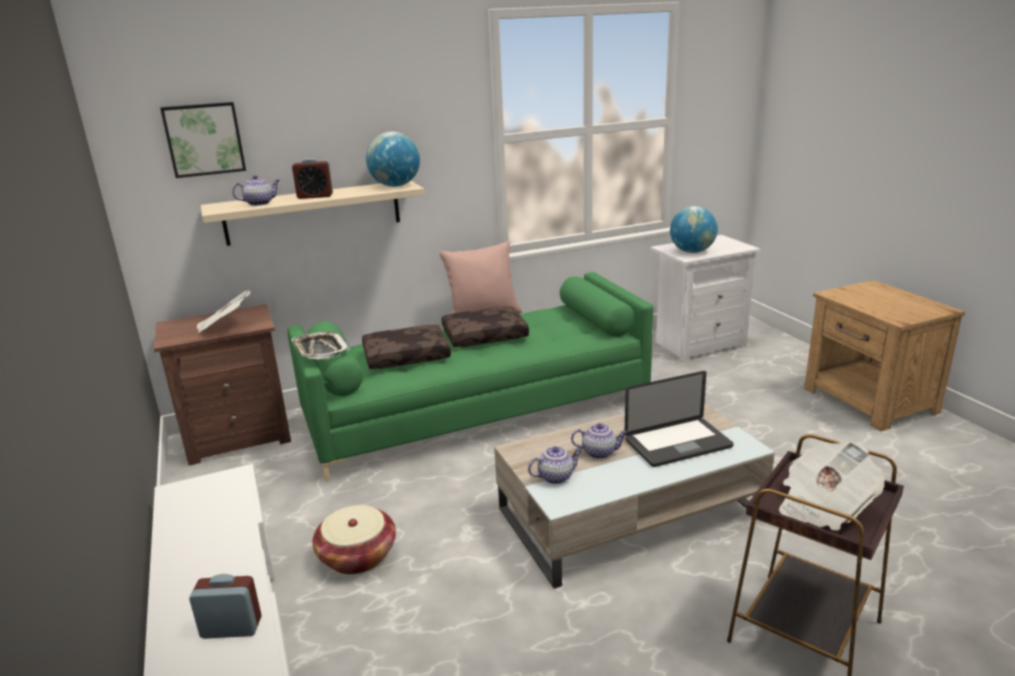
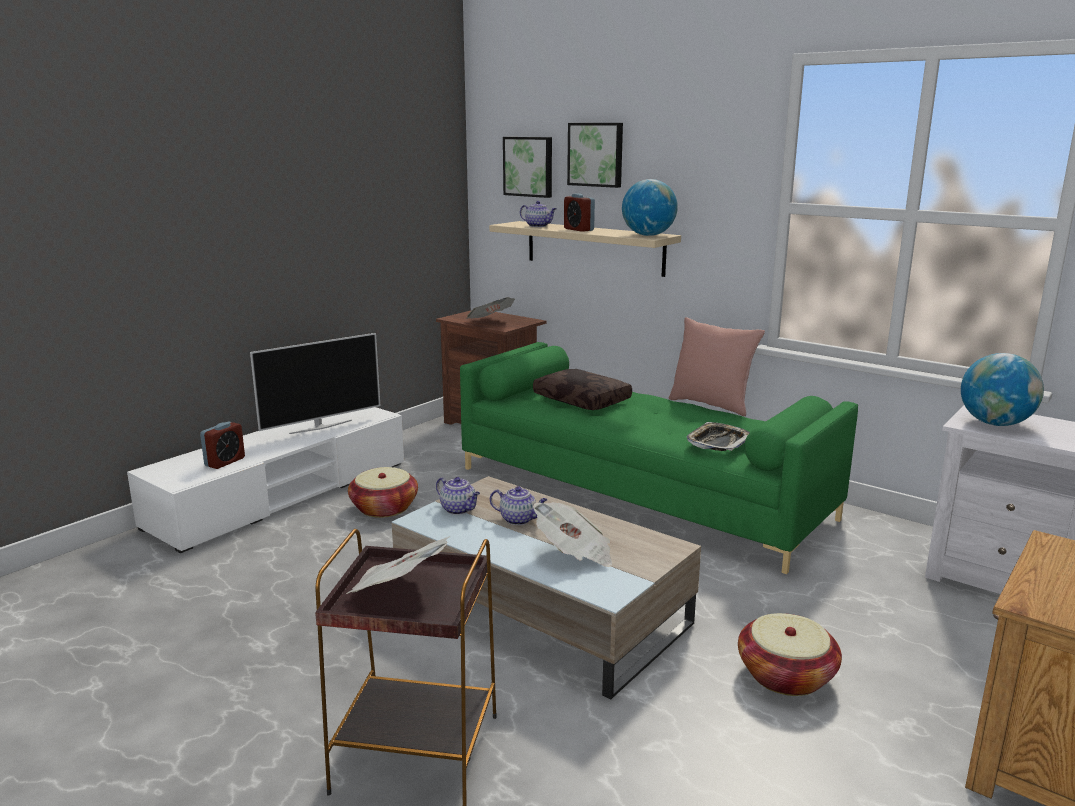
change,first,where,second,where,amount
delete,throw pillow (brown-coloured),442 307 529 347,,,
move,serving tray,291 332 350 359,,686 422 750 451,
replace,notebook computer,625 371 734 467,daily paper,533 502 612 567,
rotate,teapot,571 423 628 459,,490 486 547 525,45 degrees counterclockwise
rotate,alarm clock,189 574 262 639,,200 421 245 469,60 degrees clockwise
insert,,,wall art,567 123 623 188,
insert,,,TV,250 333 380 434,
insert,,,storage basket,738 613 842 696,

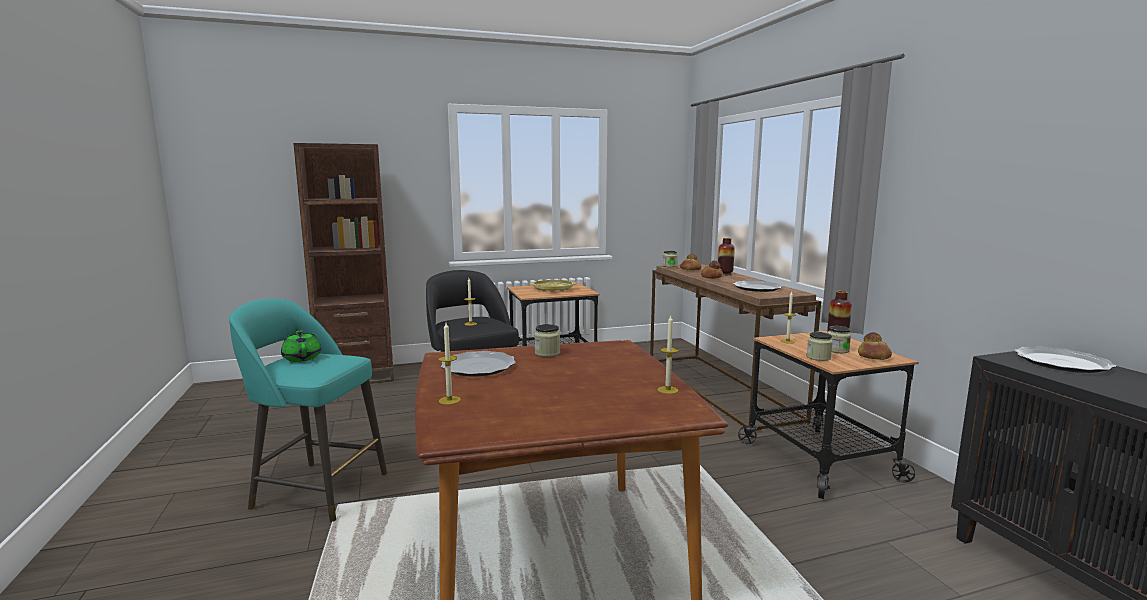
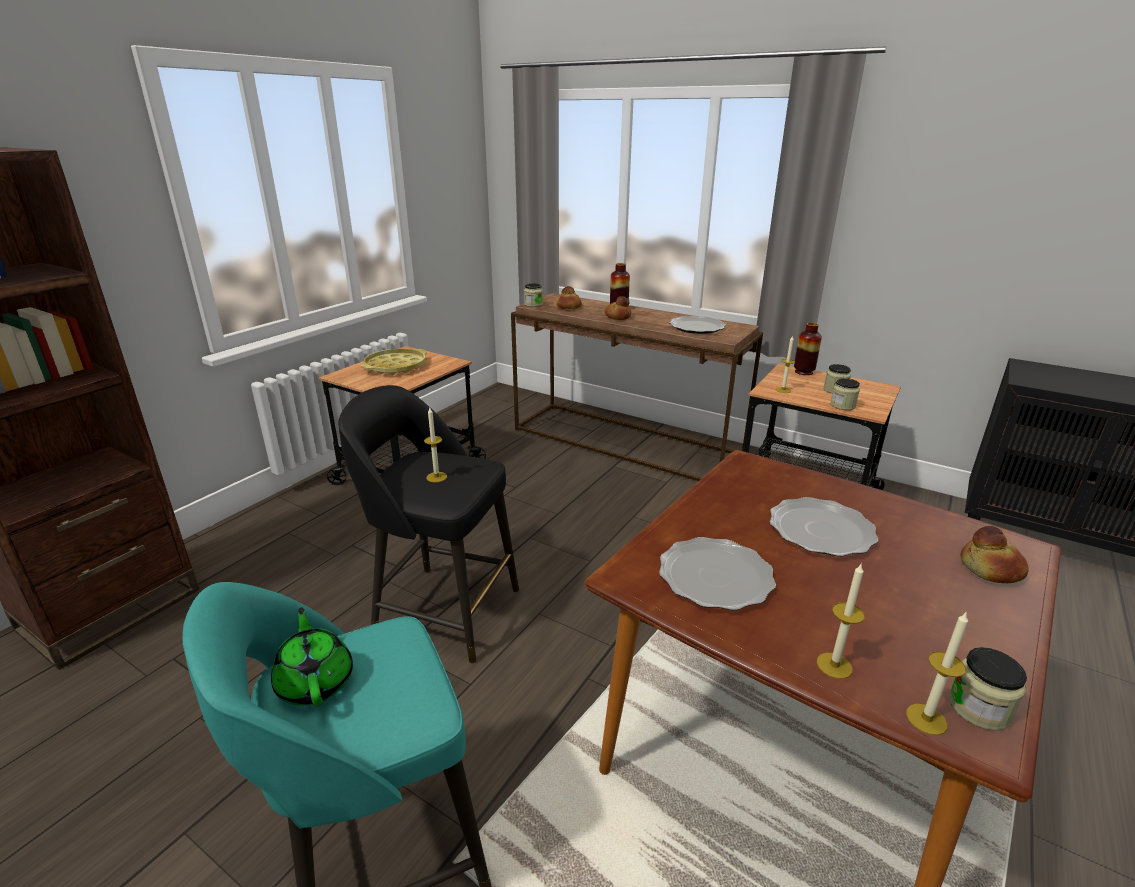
change,first,where,second,where,amount
move,candle,658 315 678 394,,906 611 968 735,
move,preserve jar,534 324 560 357,,949 647 1027 731,
rotate,teapot (greenish),281 330 321 362,,271 607 353 706,45 degrees clockwise
move,bread,858 332 892 360,,960 526 1029 583,
move,dinner plate,1014 346 1116 373,,770 497 878 556,

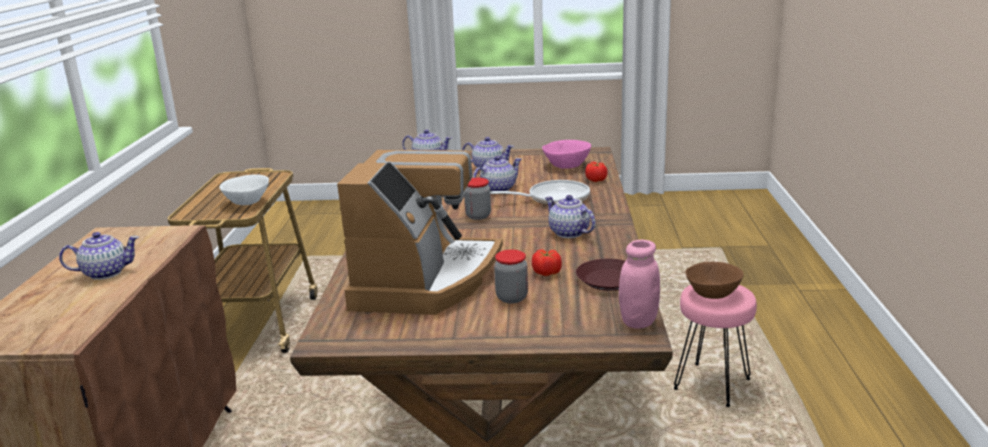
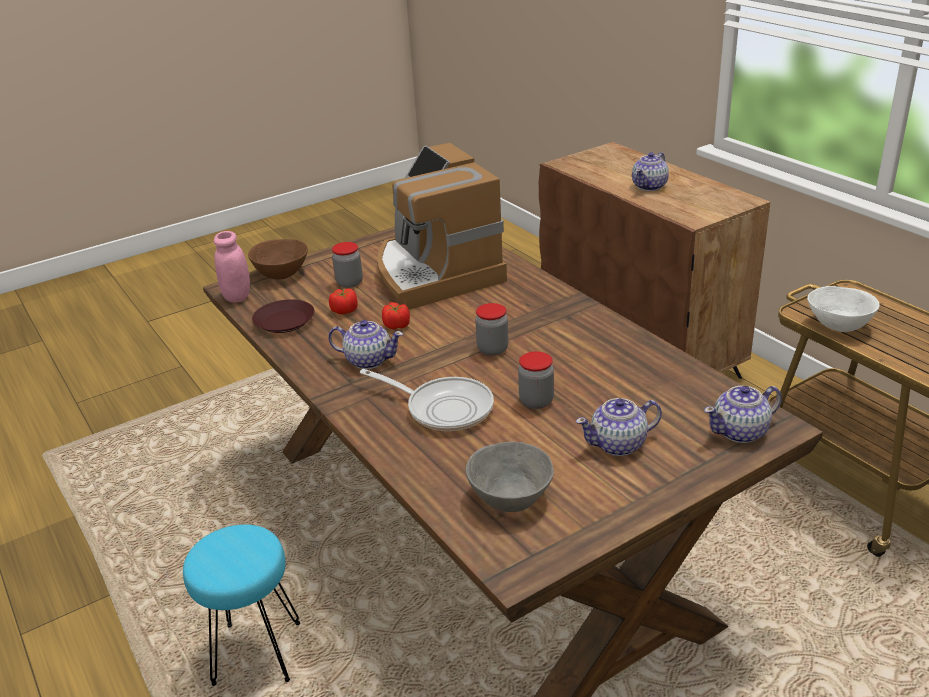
change,first,where,second,where,amount
recolor,serving bowl (pinkish),542 140 591 169,serving bowl (grey),466 442 554 512,
replace,teapot,473 156 521 191,preserve jar,518 352 554 409,
move,whole tomato,585 162 608 182,,382 302 410 329,
rotate,pan,490 180 590 205,,360 369 494 431,105 degrees counterclockwise
move,serving bowl (brown-coloured),686 262 744 299,,248 239 308 280,
recolor,sitting stool (pinkish),674 285 757 407,sitting stool (turquoise),183 524 300 686,

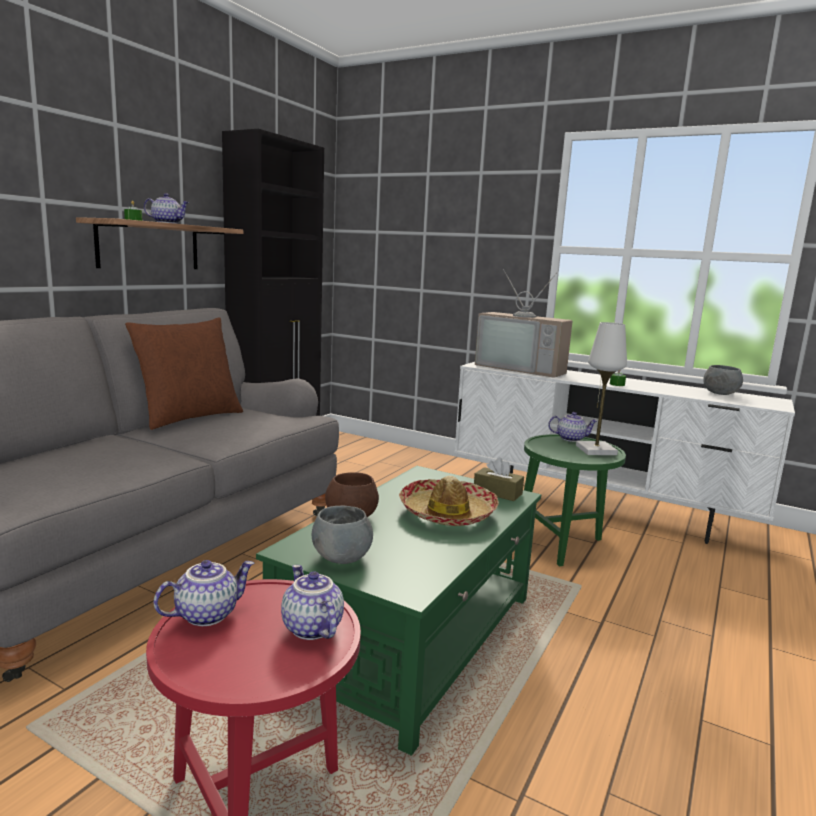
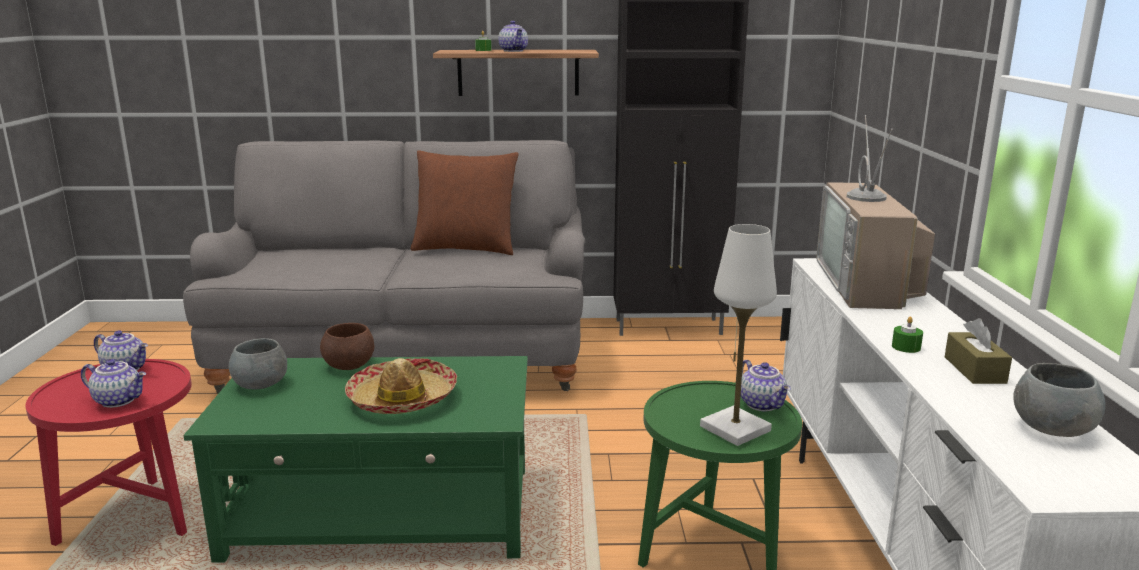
change,first,where,second,where,amount
move,tissue box (brown-coloured),474 457 524 501,,945 318 1012 384,
rotate,teapot,281 565 344 640,,81 359 146 408,75 degrees clockwise

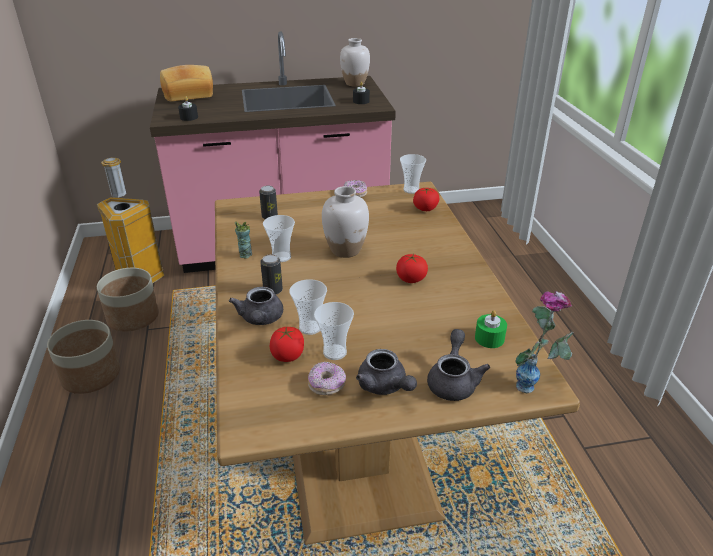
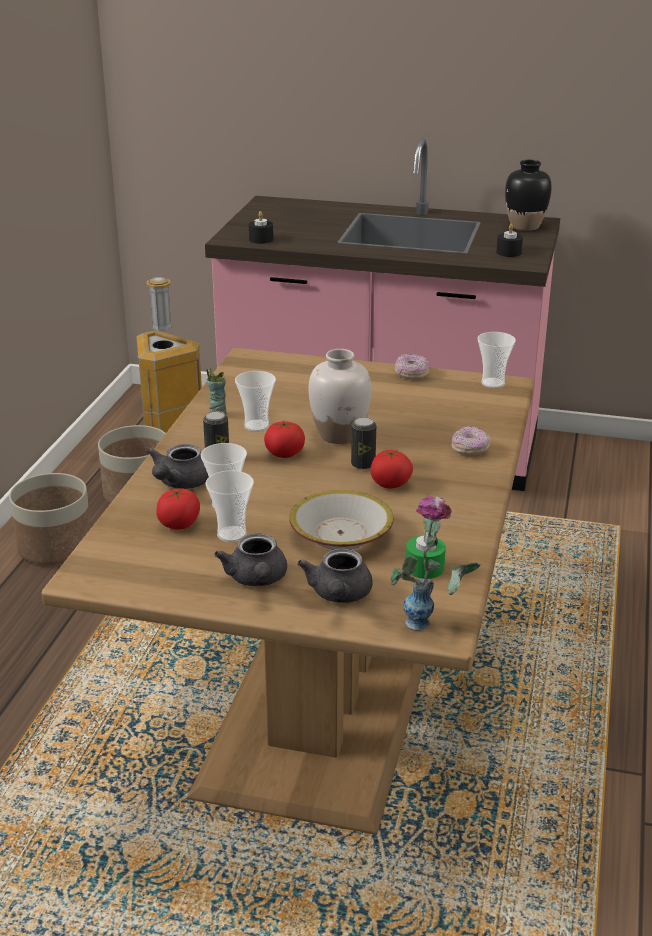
change,first,where,second,where,amount
recolor,decorative vase (whitish),340 38 370 86,decorative vase (blackish),505 160 552 231,
delete,bread,160 65 213 101,,,
move,can,259 186 278 219,,351 417 376 469,
move,whole tomato,413 187 439 211,,264 421 305 458,
rotate,teapot (grey),427 329 490 401,,298 549 373 603,150 degrees clockwise
move,donut,308 362 346 396,,451 426 490 455,
insert,,,serving bowl,289 490 394 550,

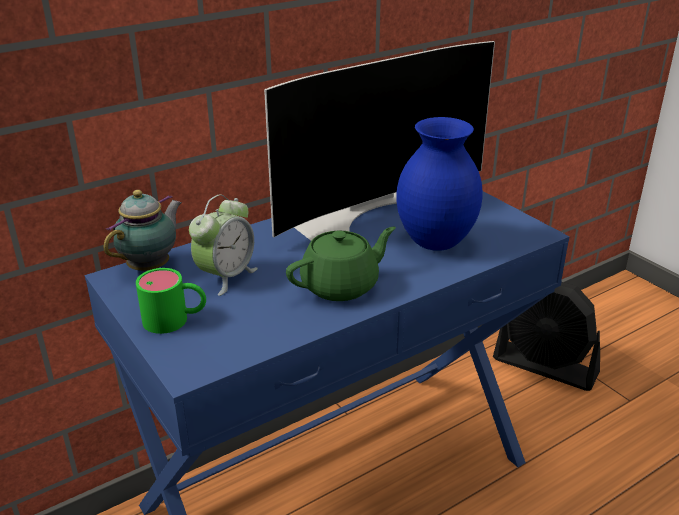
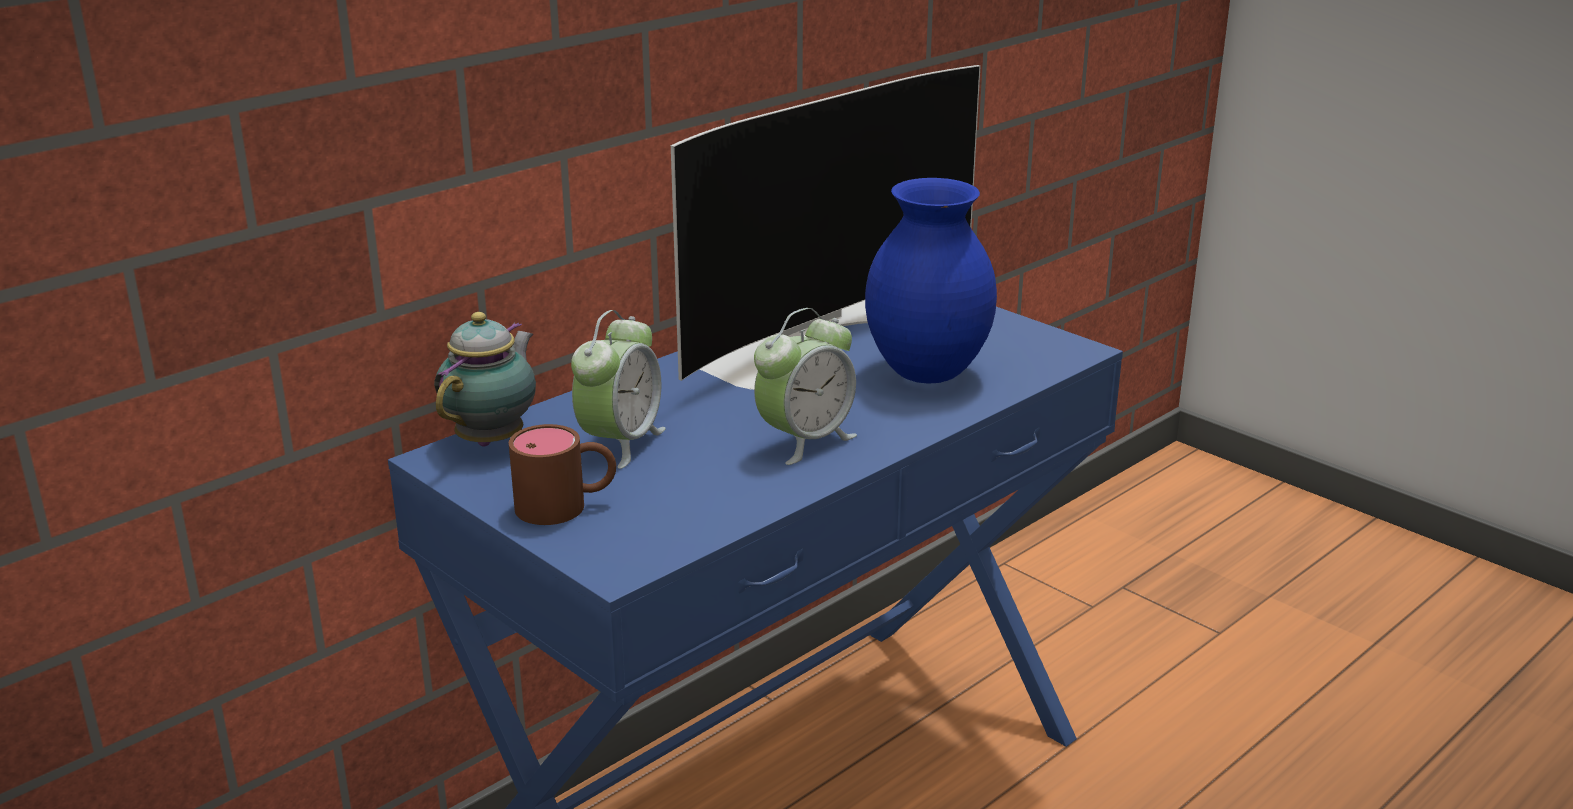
change,first,where,second,where,amount
replace,teapot (greenish),286 227 396 301,alarm clock,754 308 857 465,
recolor,mug (greenish),136 268 206 334,mug (brown-coloured),509 424 616 525,
delete,fan (blackish),493 282 600 391,,,

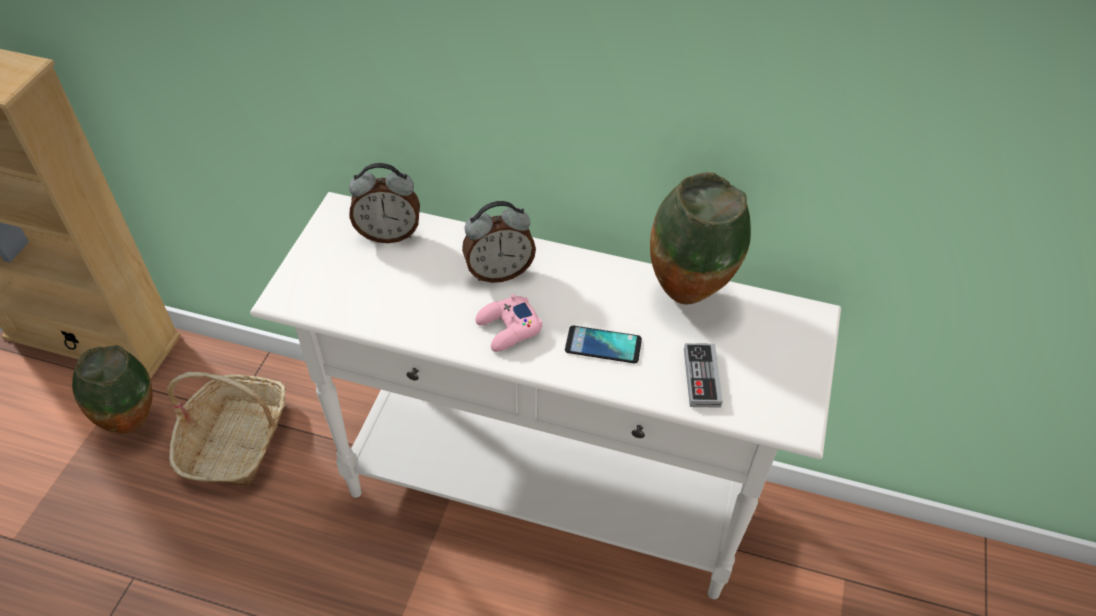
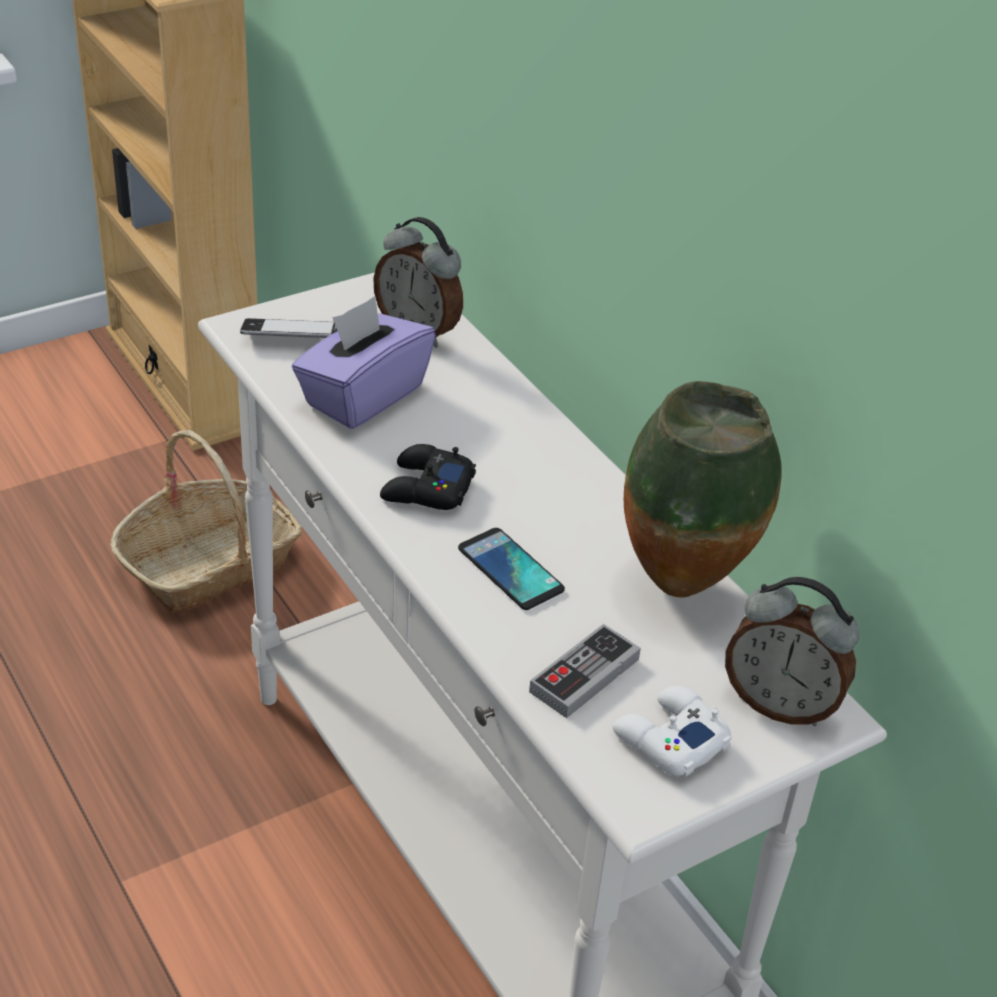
change,first,where,second,where,amount
move,alarm clock,462 201 536 283,,725 577 859 726,
recolor,gamepad (pinkish),476 294 543 352,gamepad (blackish),380 444 476 510,
delete,decorative vase,72 345 152 434,,,
insert,,,tissue box (purplish),292 296 436 429,
insert,,,phone,240 318 337 338,
insert,,,gamepad (whitish),612 686 732 777,

